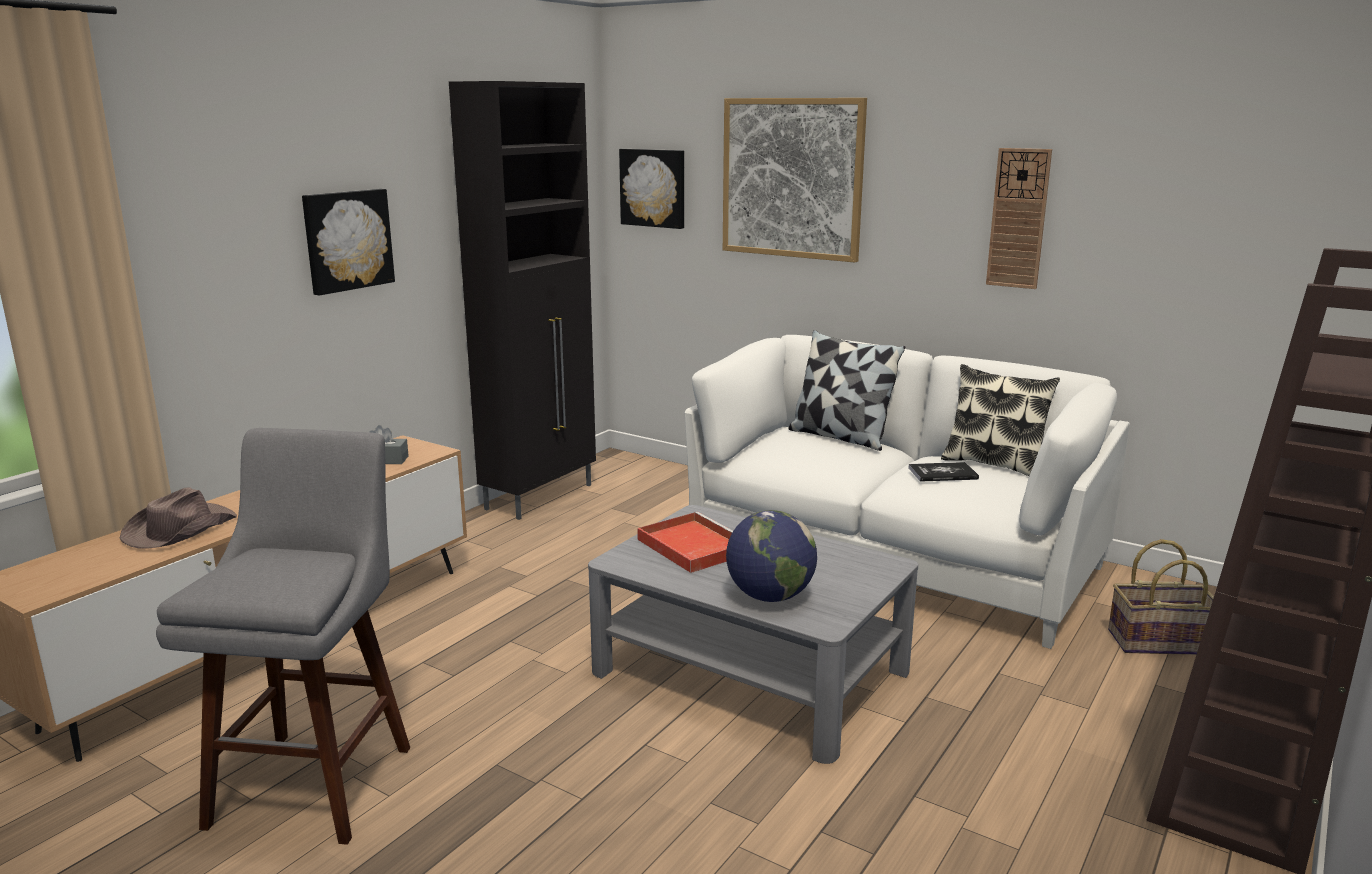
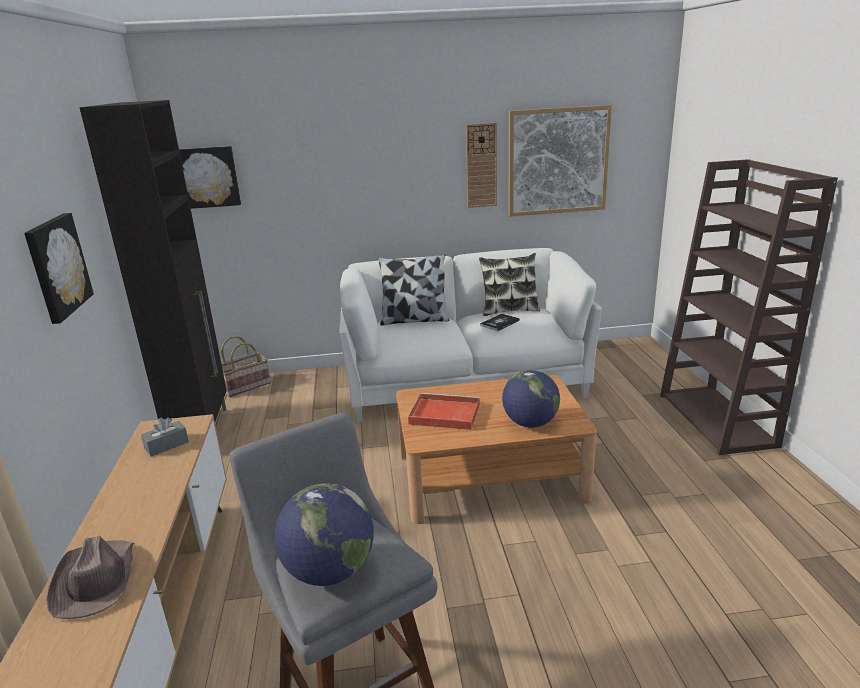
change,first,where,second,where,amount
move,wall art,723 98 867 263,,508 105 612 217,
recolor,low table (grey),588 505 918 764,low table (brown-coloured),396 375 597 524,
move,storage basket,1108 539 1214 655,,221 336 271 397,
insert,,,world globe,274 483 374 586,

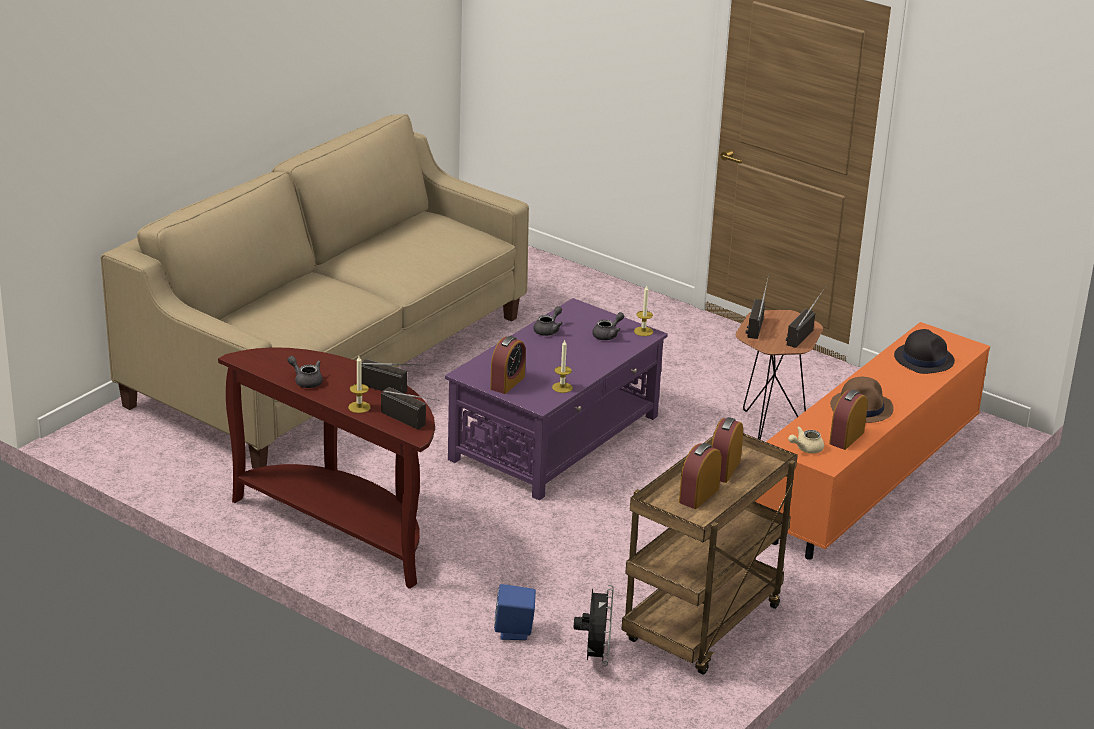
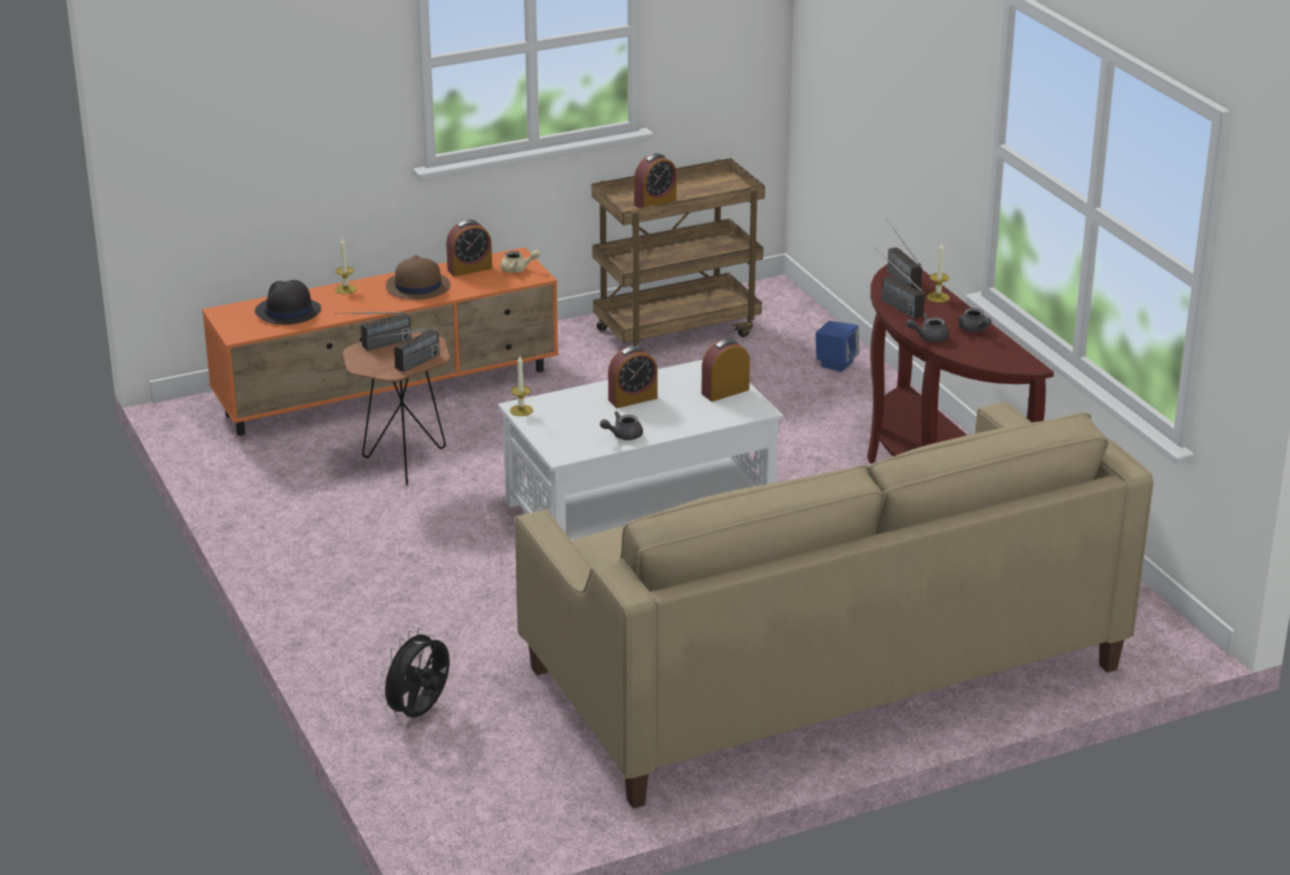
change,first,where,second,where,amount
recolor,low table (purplish),445 298 668 501,low table (whitish),498 360 783 541,
move,teapot (grey),592 312 624 340,,906 313 949 342,
move,candle,552 339 573 393,,335 237 357 294,
move,alarm clock,679 443 722 509,,608 346 658 408,
move,fan (blackish),574 585 614 666,,378 628 450 718,

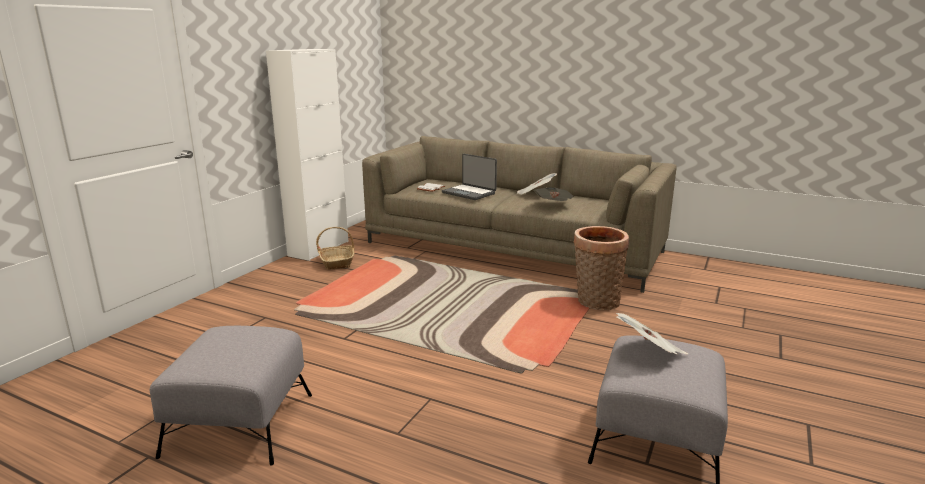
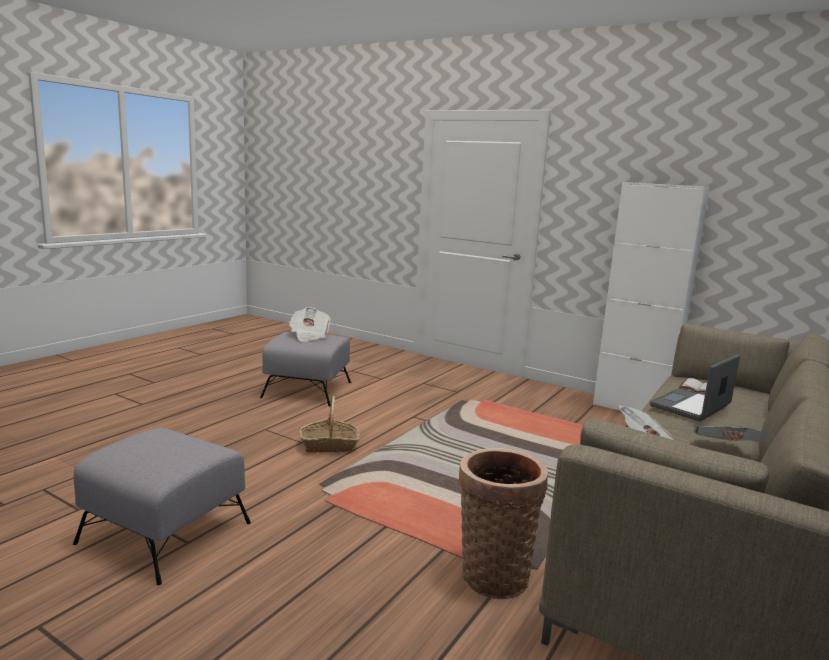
change,first,where,second,where,amount
move,storage basket,316 227 355 270,,300 396 360 453,
move,daily paper,616 313 688 355,,289 307 331 342,

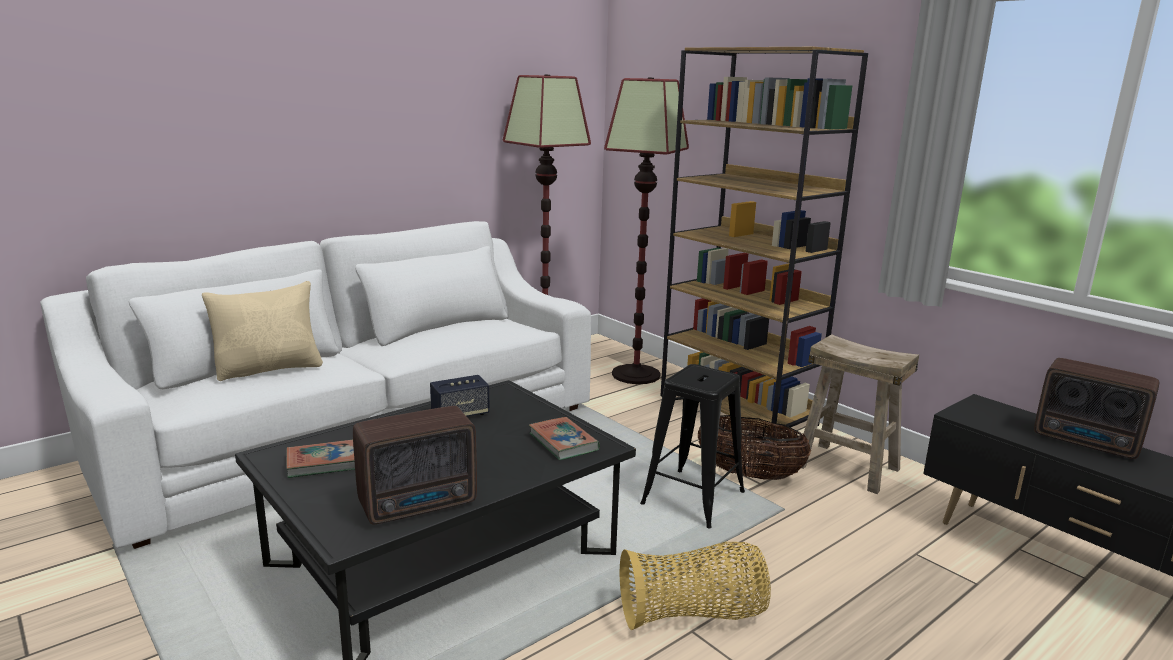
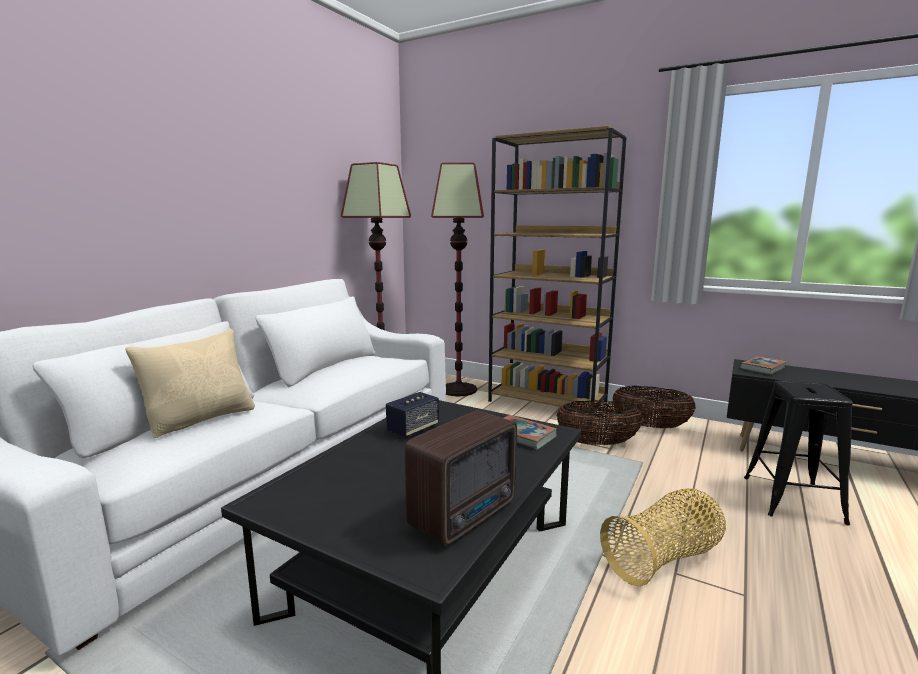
change,first,where,second,where,amount
replace,sitting stool (sand-coloured),802 334 919 494,storage basket,612 386 696 428,
delete,radio receiver,1034 358 1160 459,,,
move,sitting stool (blackish),640 364 745 528,,744 380 853 526,
move,book,286 440 355 478,,739 356 787 375,

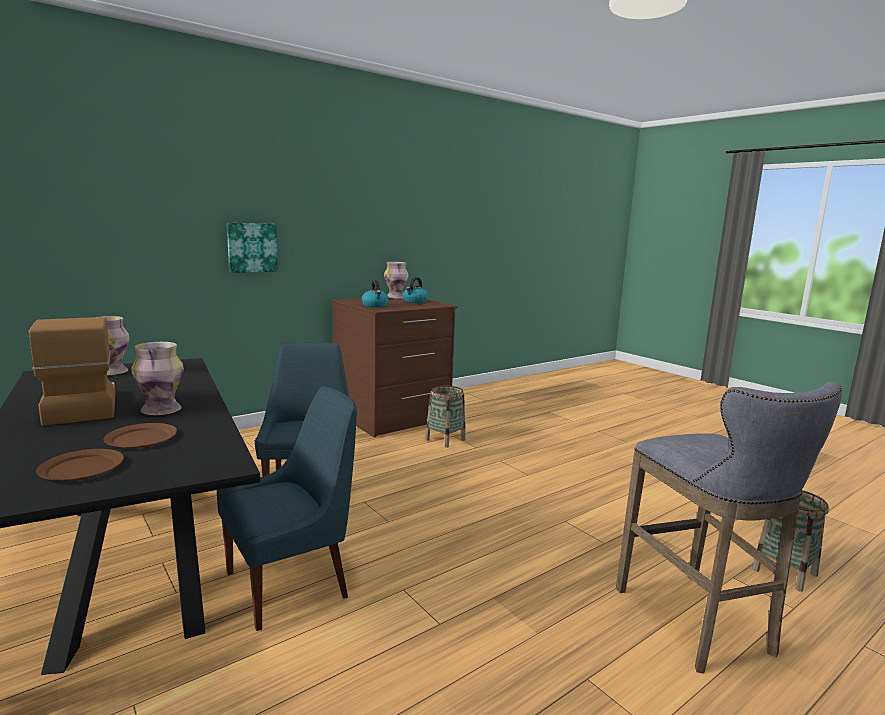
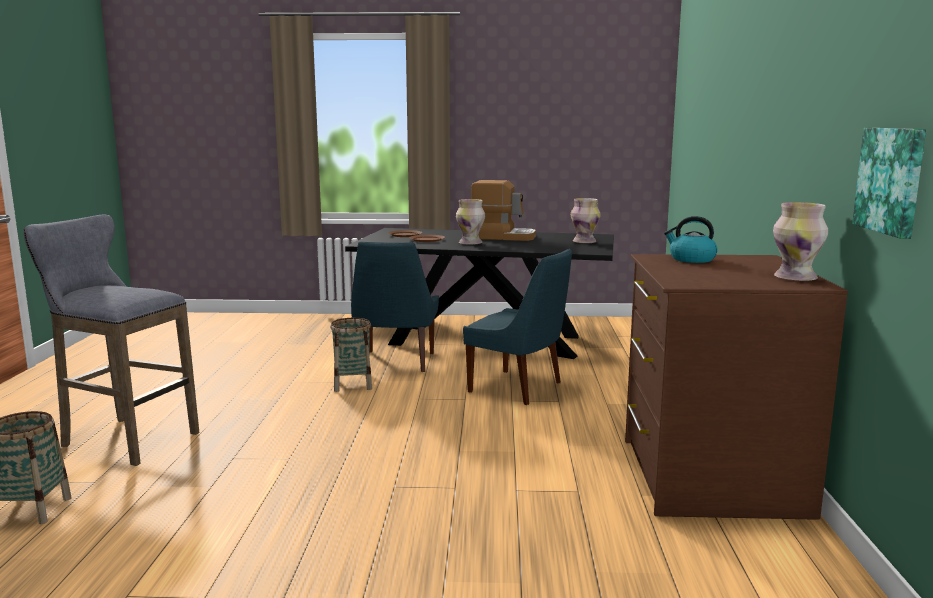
change,first,where,second,where,amount
move,wall art,227 223 278 273,,852 128 926 239,
delete,tea kettle,403 277 428 303,,,
move,storage basket,425 386 466 448,,330 318 372 392,

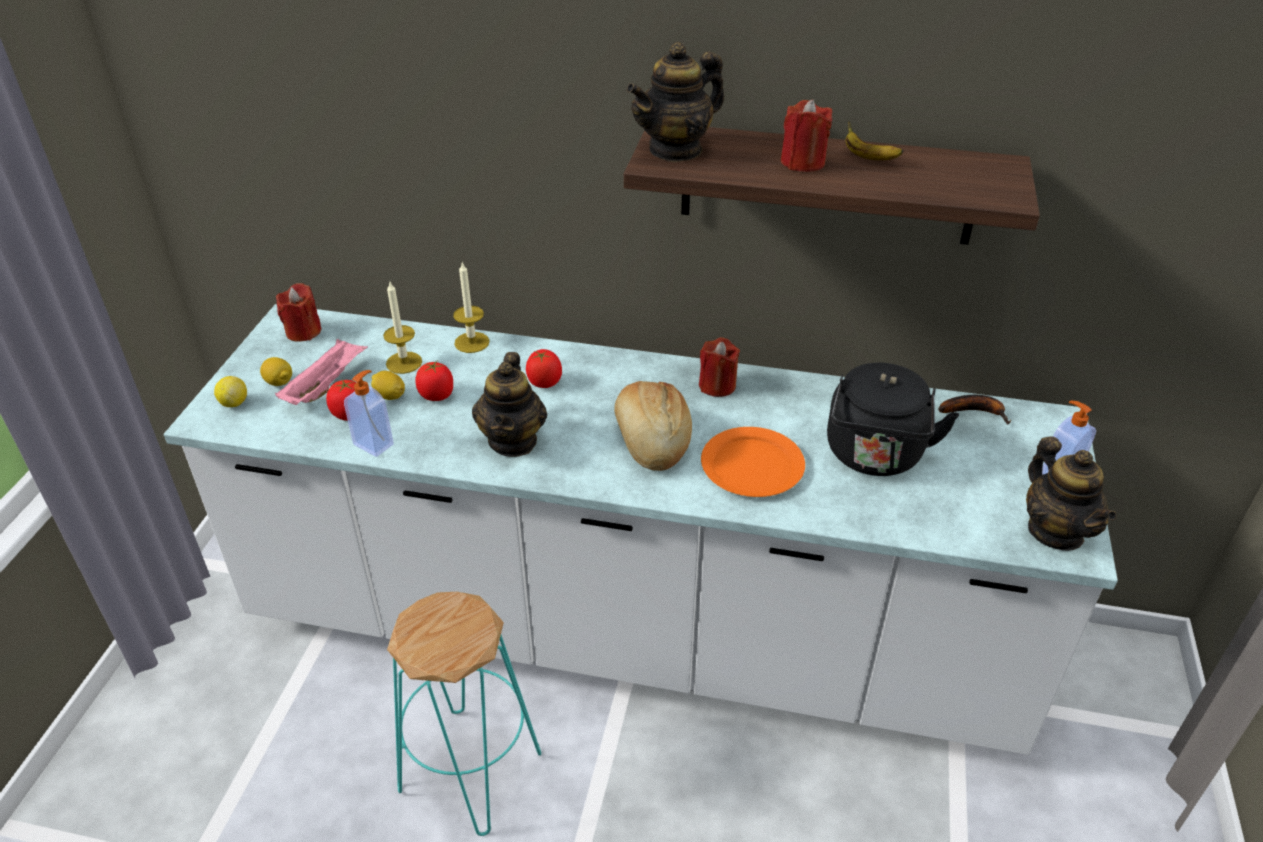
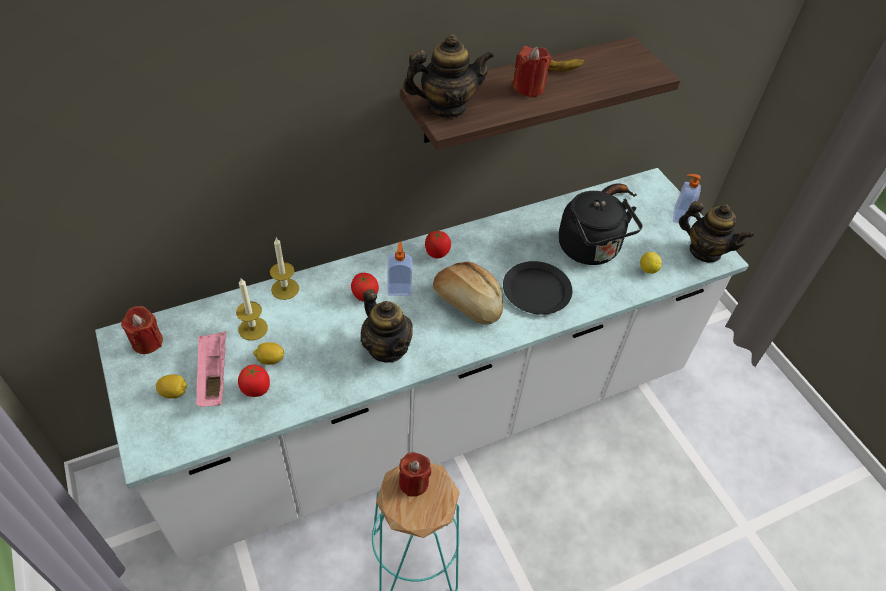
change,first,where,second,where,amount
rotate,teapot,627 42 725 162,,403 34 494 118,120 degrees counterclockwise
move,candle (red),699 337 740 397,,399 452 431 497,
move,whole tomato,415 361 453 401,,425 231 451 258,
move,soap dispenser,344 370 394 457,,387 242 412 296,
move,citrus fruit,214 376 247 407,,640 252 662 274,
recolor,dinner plate (orangey),701 427 805 497,dinner plate (blackish),503 261 572 314,

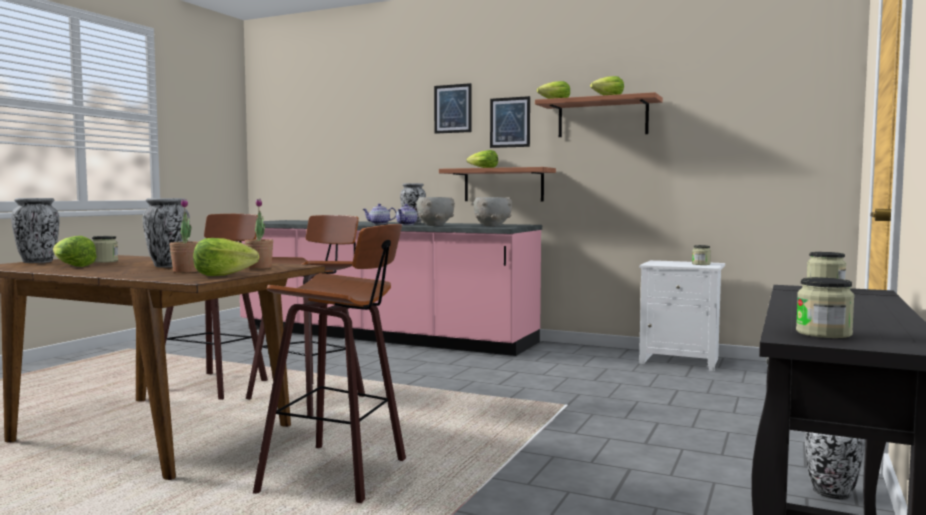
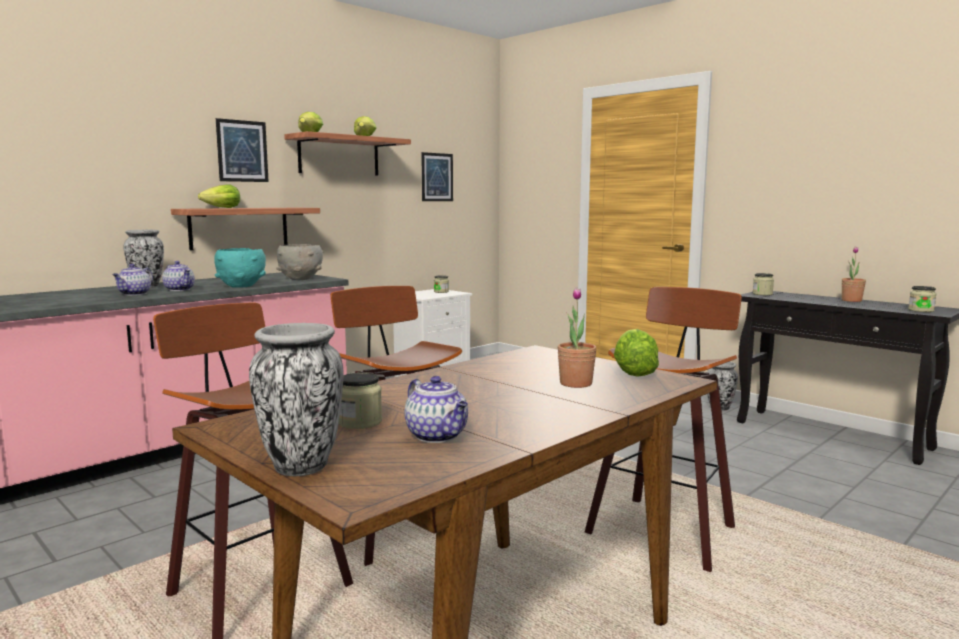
change,first,where,second,where,amount
move,wall art,434 83 472 134,,421 152 453 201,
recolor,serving bowl (grey),415 197 455 226,serving bowl (turquoise),214 248 266 288,
delete,decorative vase,143 198 190 267,,,
move,houseplant,245 199 273 269,,842 246 866 302,
replace,lettuce,53 236 97 267,teapot,404 376 468 443,

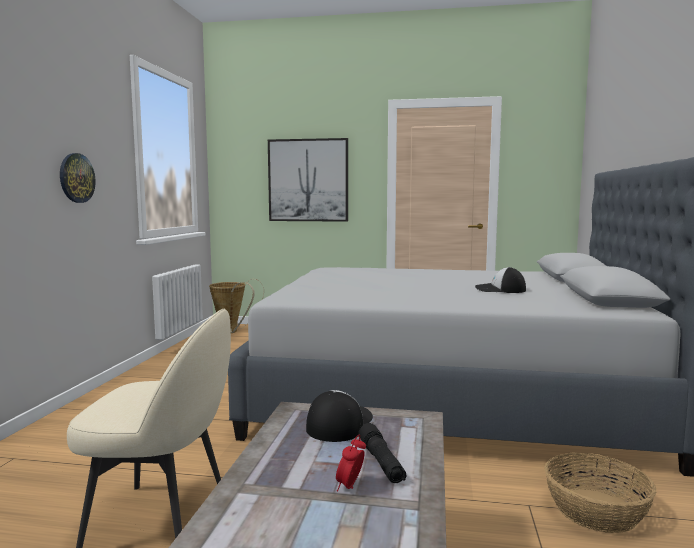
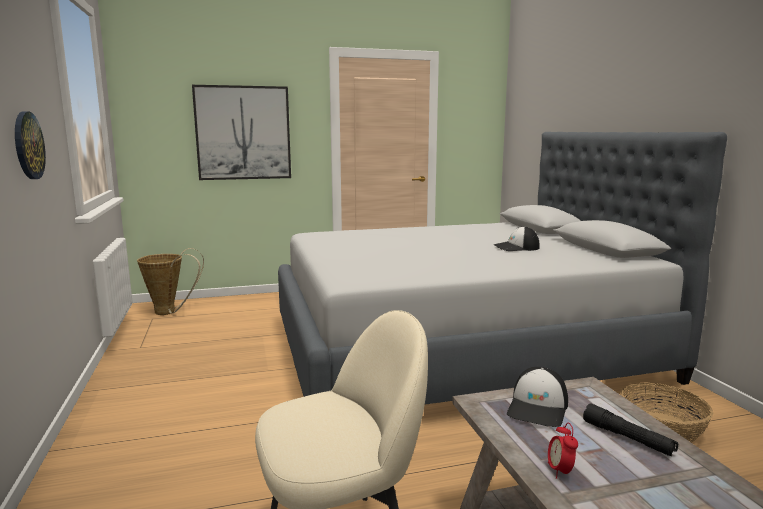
change,first,where,second,where,amount
rotate,cap,306 390 373 442,,507 367 568 427,150 degrees counterclockwise
move,alarm clock,336 434 366 492,,548 423 578 479,

